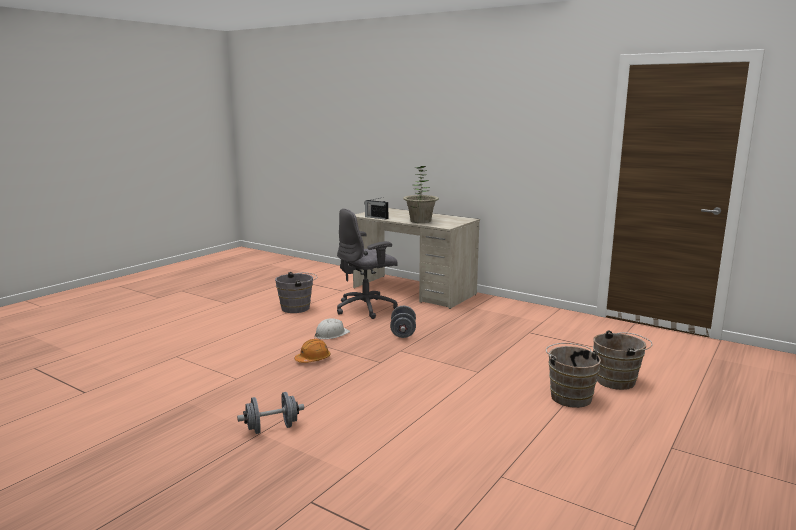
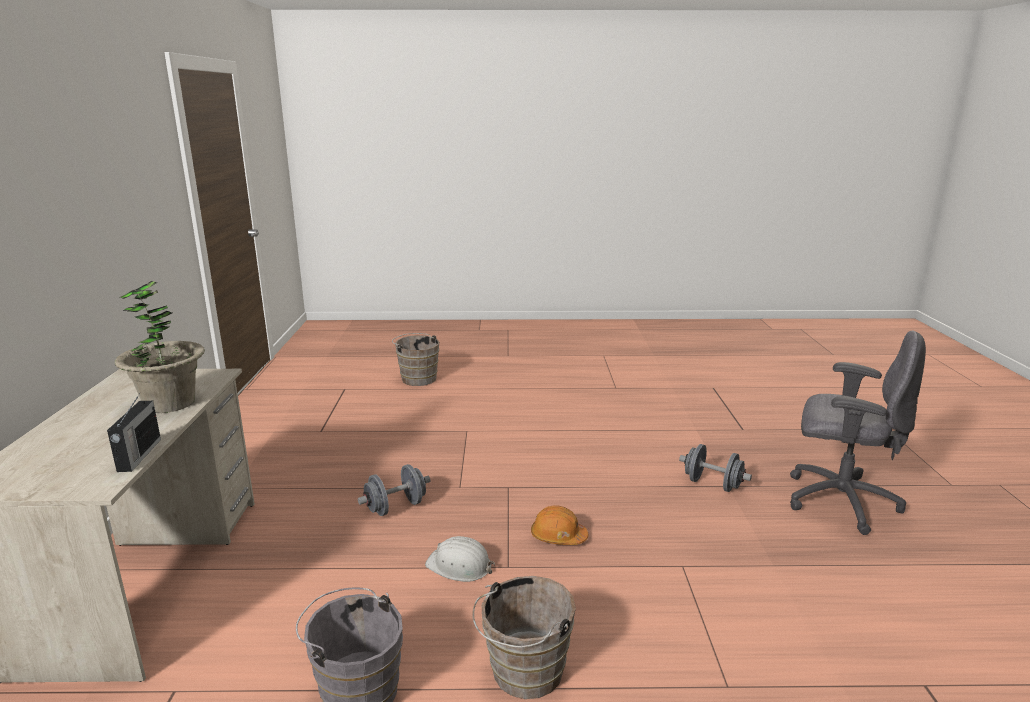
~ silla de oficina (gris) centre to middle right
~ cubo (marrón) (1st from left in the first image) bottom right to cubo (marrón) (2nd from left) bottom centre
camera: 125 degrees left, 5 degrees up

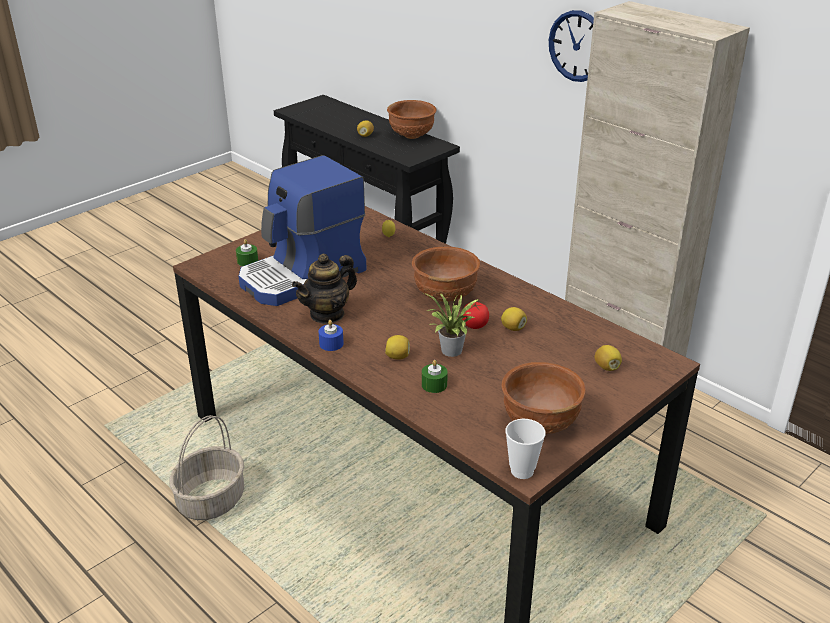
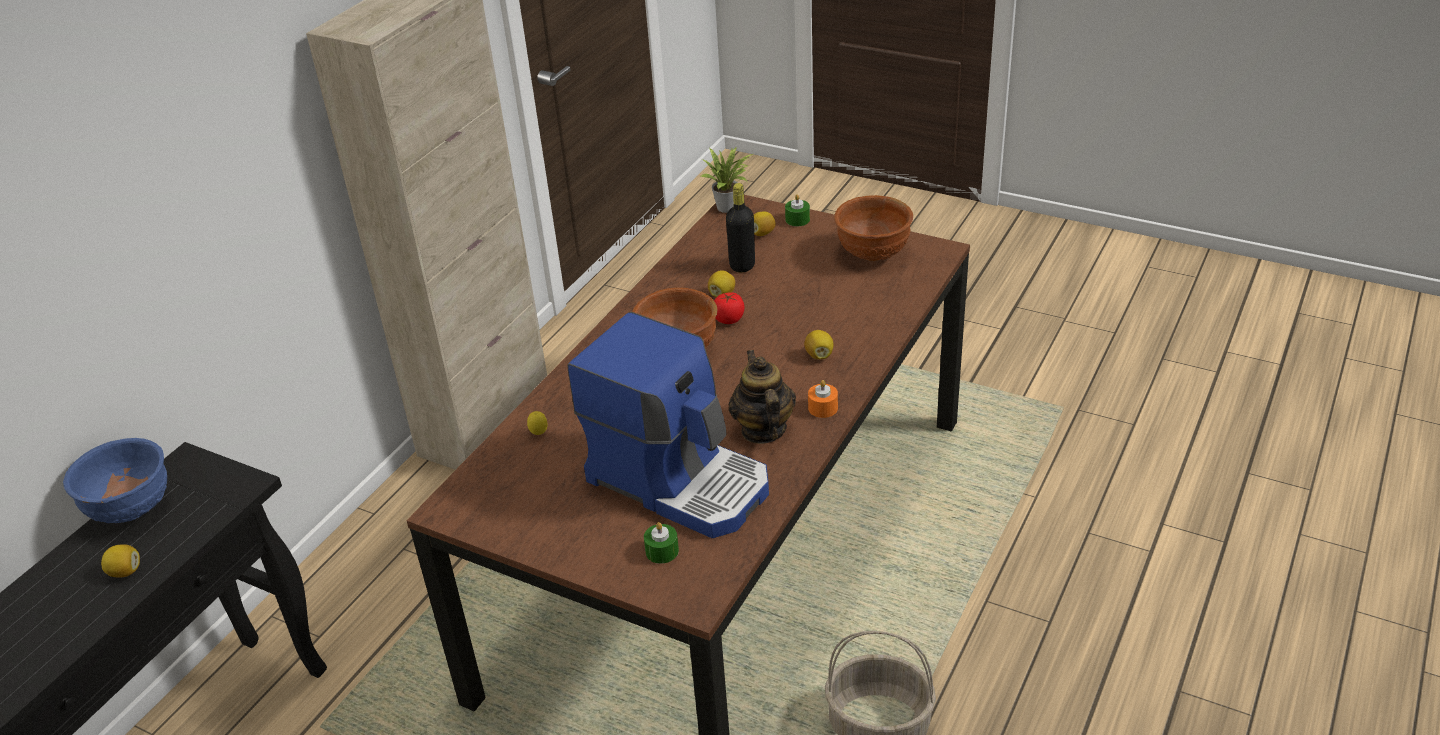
~ tetera centre = centre 135 degrees counterclockwise
~ vela (azul) centre to vela (naranja) centre
~ cuenco (marrón) (1st from left) top centre to cuenco (azul) middle left
~ vela (verde) (2nd from left) centre to top centre
~ planta en maceta centre to top centre
- taza bottom centre
- reloj de pared top right
+ botella (negro) top centre
camera: 105 degrees left, 5 degrees up

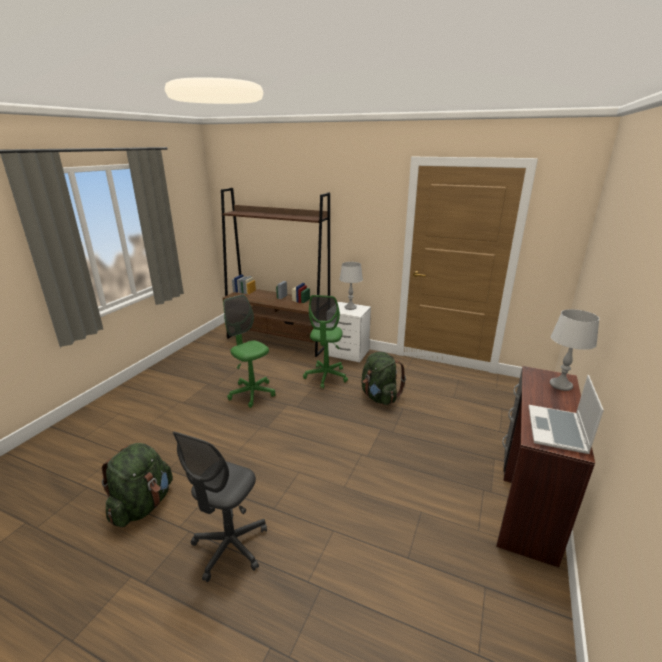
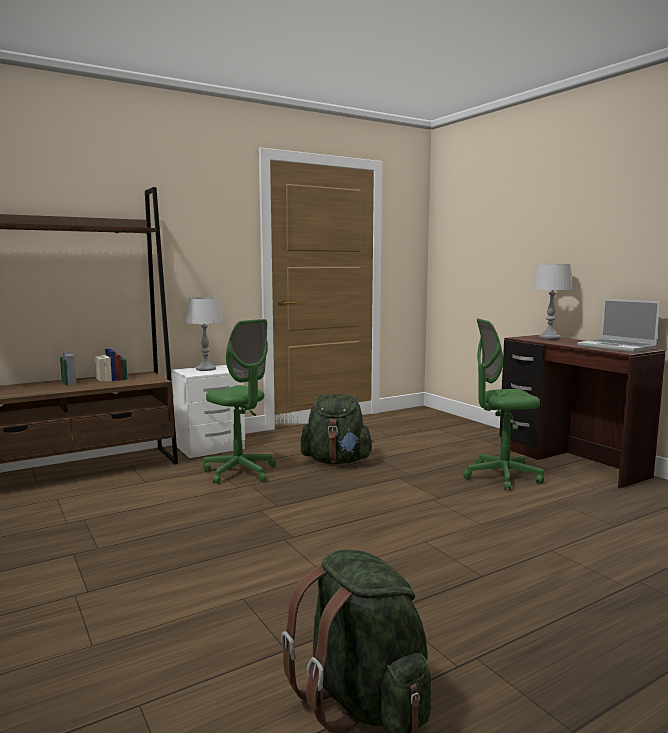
- silla de oficina (gris) bottom left
~ silla de oficina (verde) (1st from left in the first image) centre to silla de oficina (verde) (2nd from left) middle right
camera: 55 degrees left, 15 degrees down

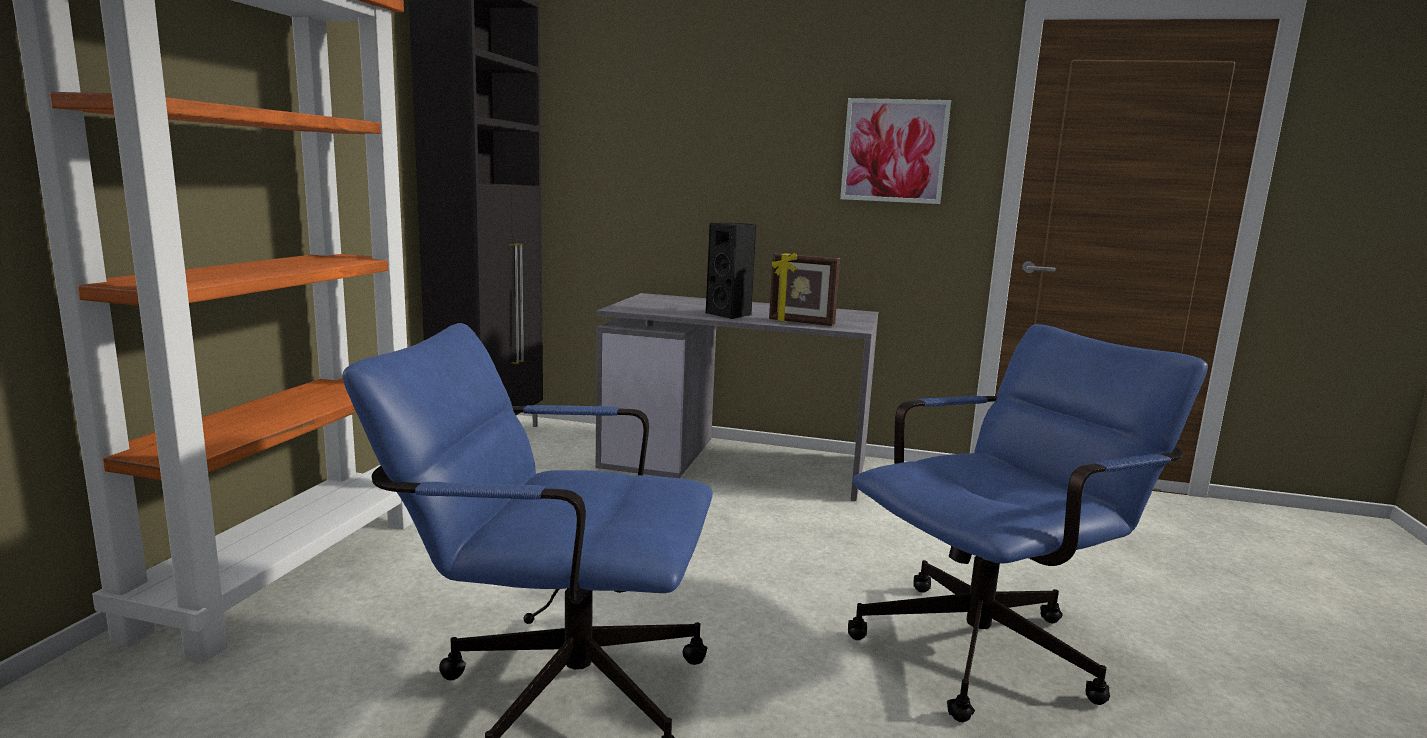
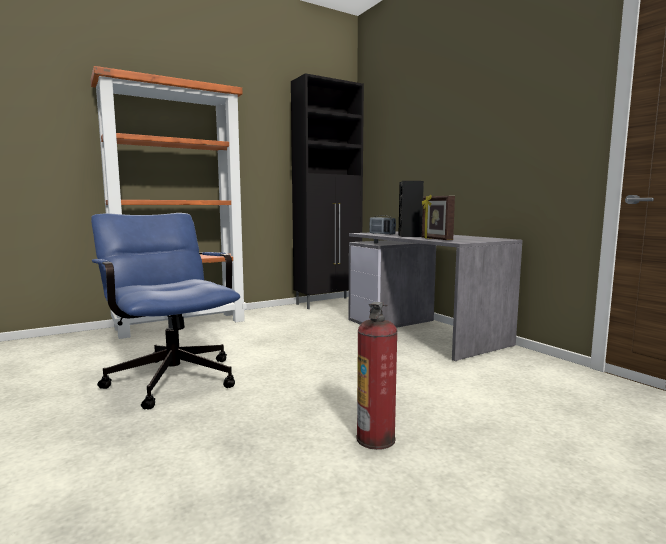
- cuadro top centre
~ silla de oficina (azul) (2nd from left) bottom right to extintor bottom centre
+ radio centre
camera: 45 degrees right, 5 degrees down

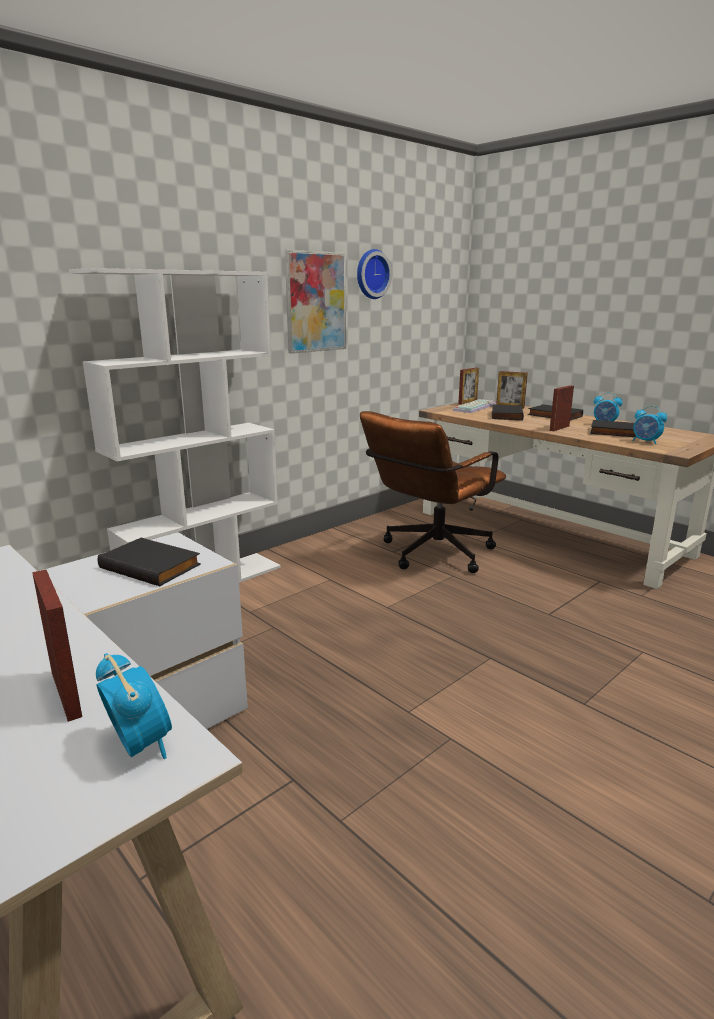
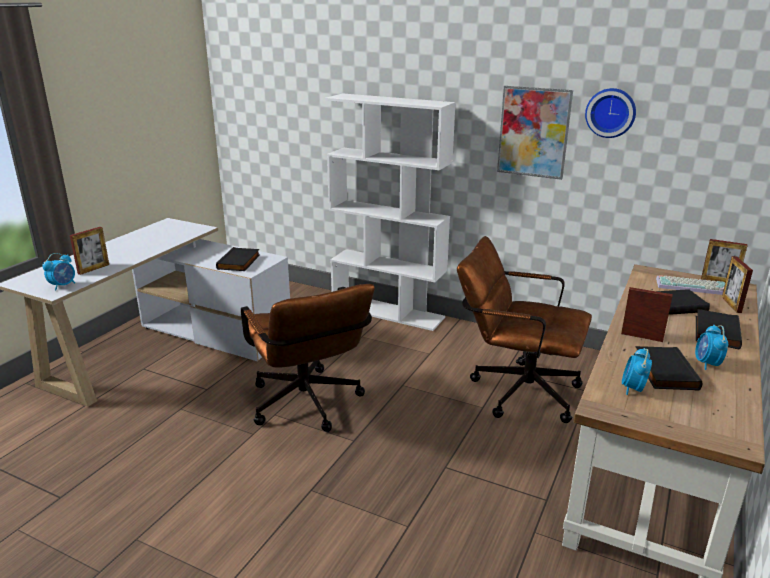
+ silla de oficina (marrón) (1st from left) centre
camera: 70 degrees right, 5 degrees up

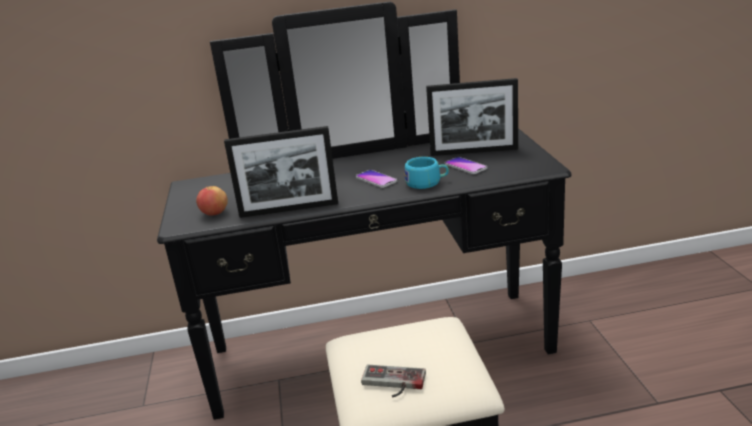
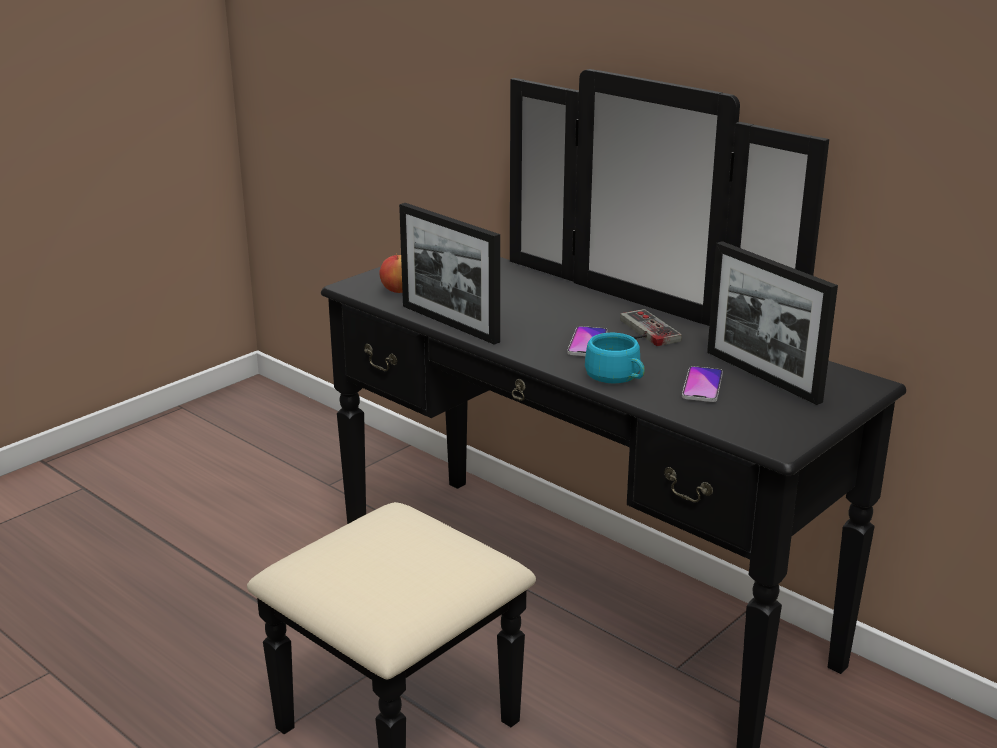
~ mando de consola bottom centre to centre
camera: 50 degrees right, 0 degrees up

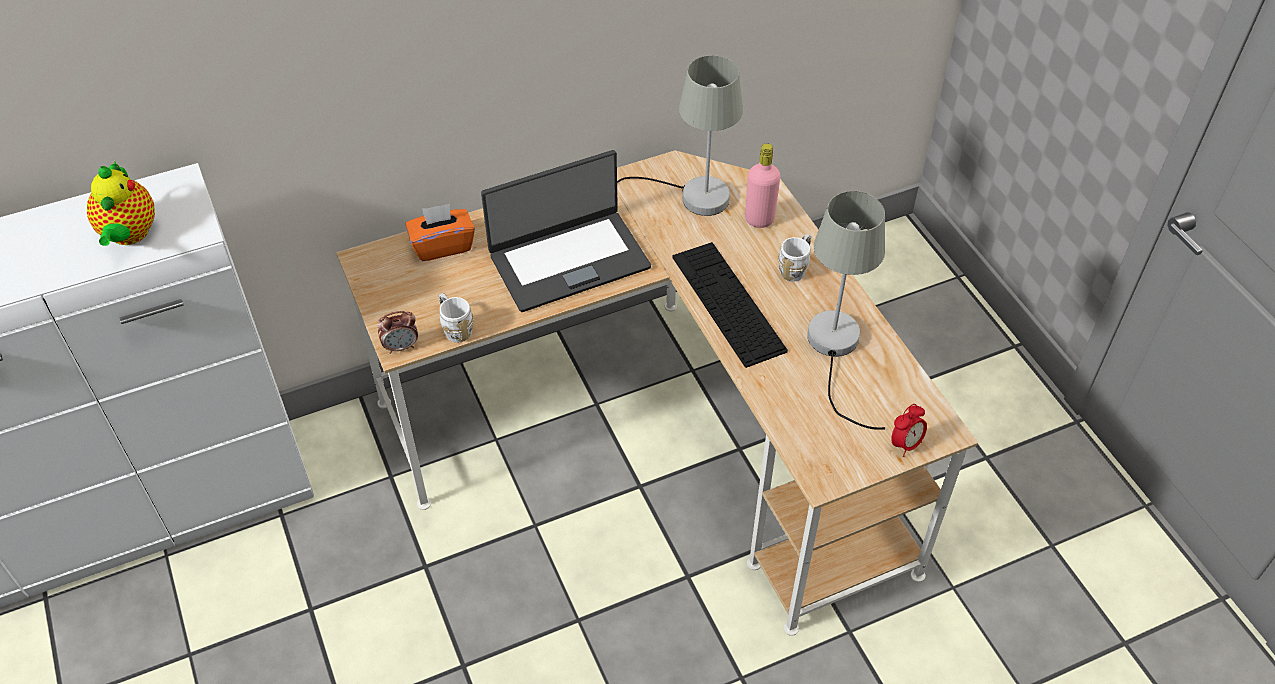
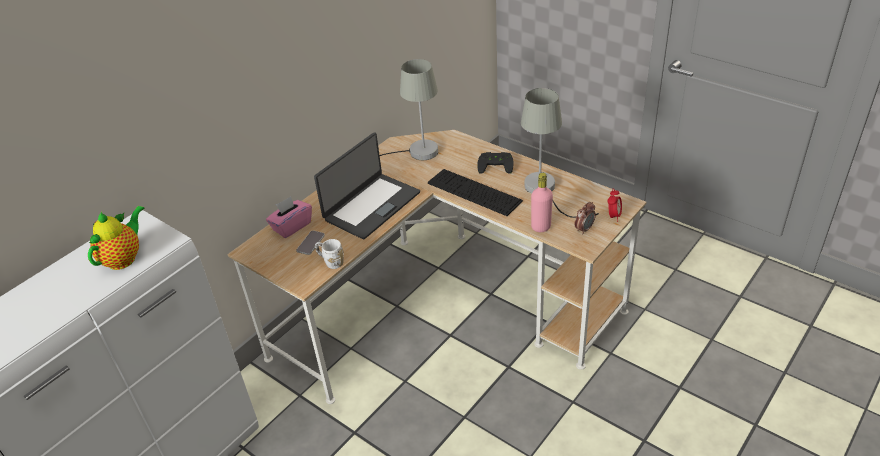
~ tetera top left = middle left 120 degrees counterclockwise
~ despertador (1st from left) middle left to centre
~ caja de pañuelos (naranja) centre to caja de pañuelos (rosa) middle left
~ botella (rosa) top centre to centre
~ taza grande (blanco) (2nd from left) centre to mando de consola (negro) centre
+ móvil centre
camera: 25 degrees left, 10 degrees down

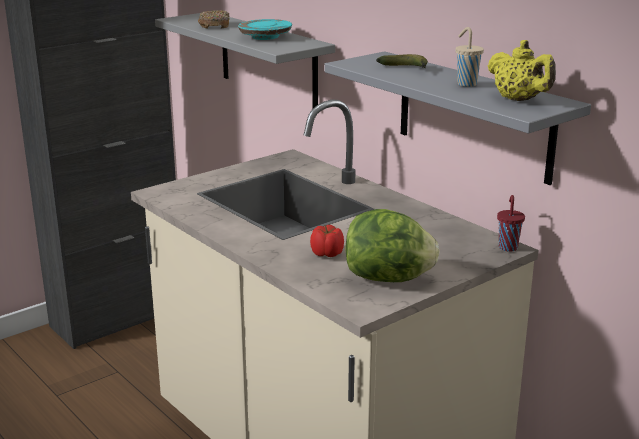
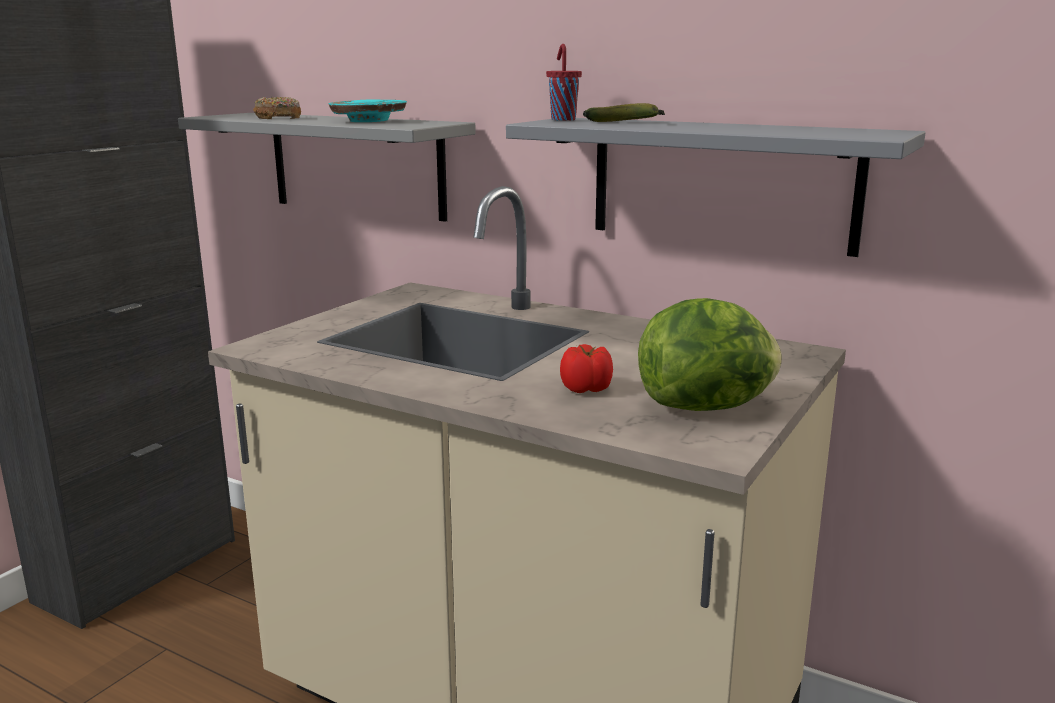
- taza (beis) top right
- tetera (amarillo) top right
~ taza (rojo) middle right to top centre
camera: 20 degrees left, 5 degrees down

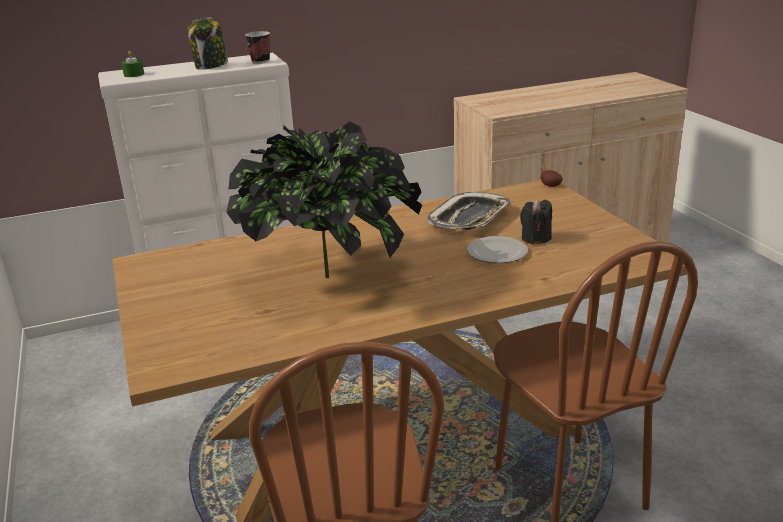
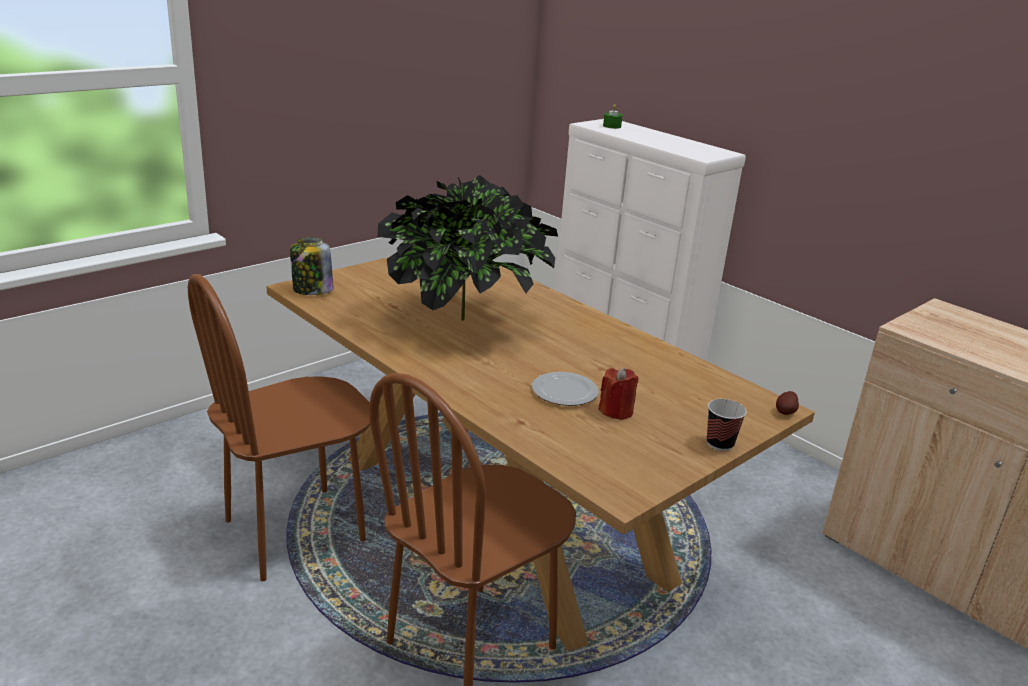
~ tarro top left to middle left
~ taza top left to middle right
- bandeja centre
~ vela (negro) middle right to vela (rojo) centre
camera: 65 degrees right, 0 degrees up

